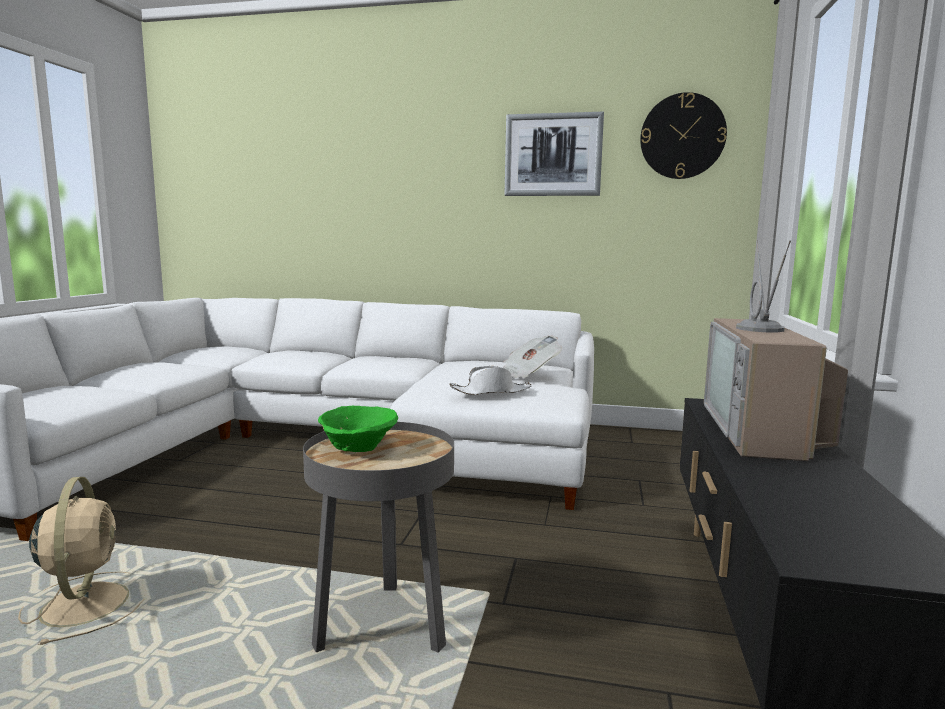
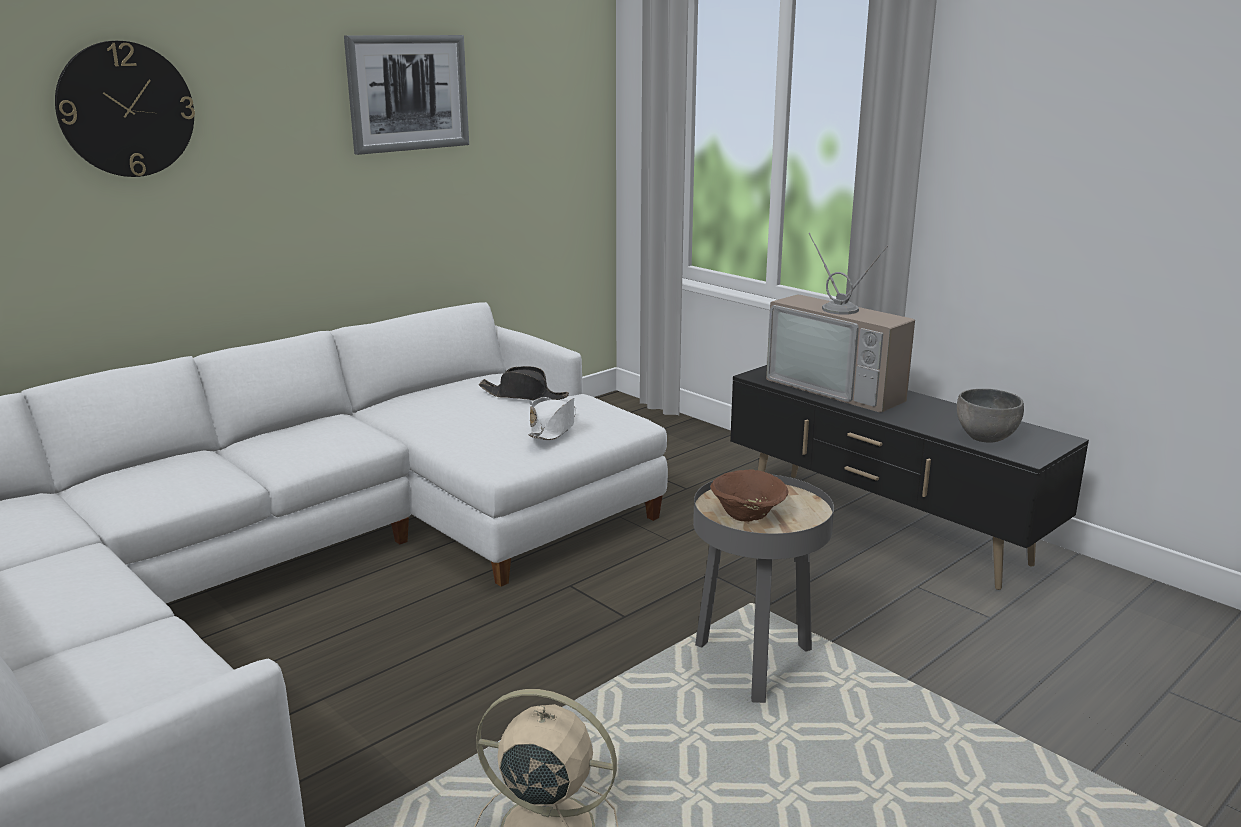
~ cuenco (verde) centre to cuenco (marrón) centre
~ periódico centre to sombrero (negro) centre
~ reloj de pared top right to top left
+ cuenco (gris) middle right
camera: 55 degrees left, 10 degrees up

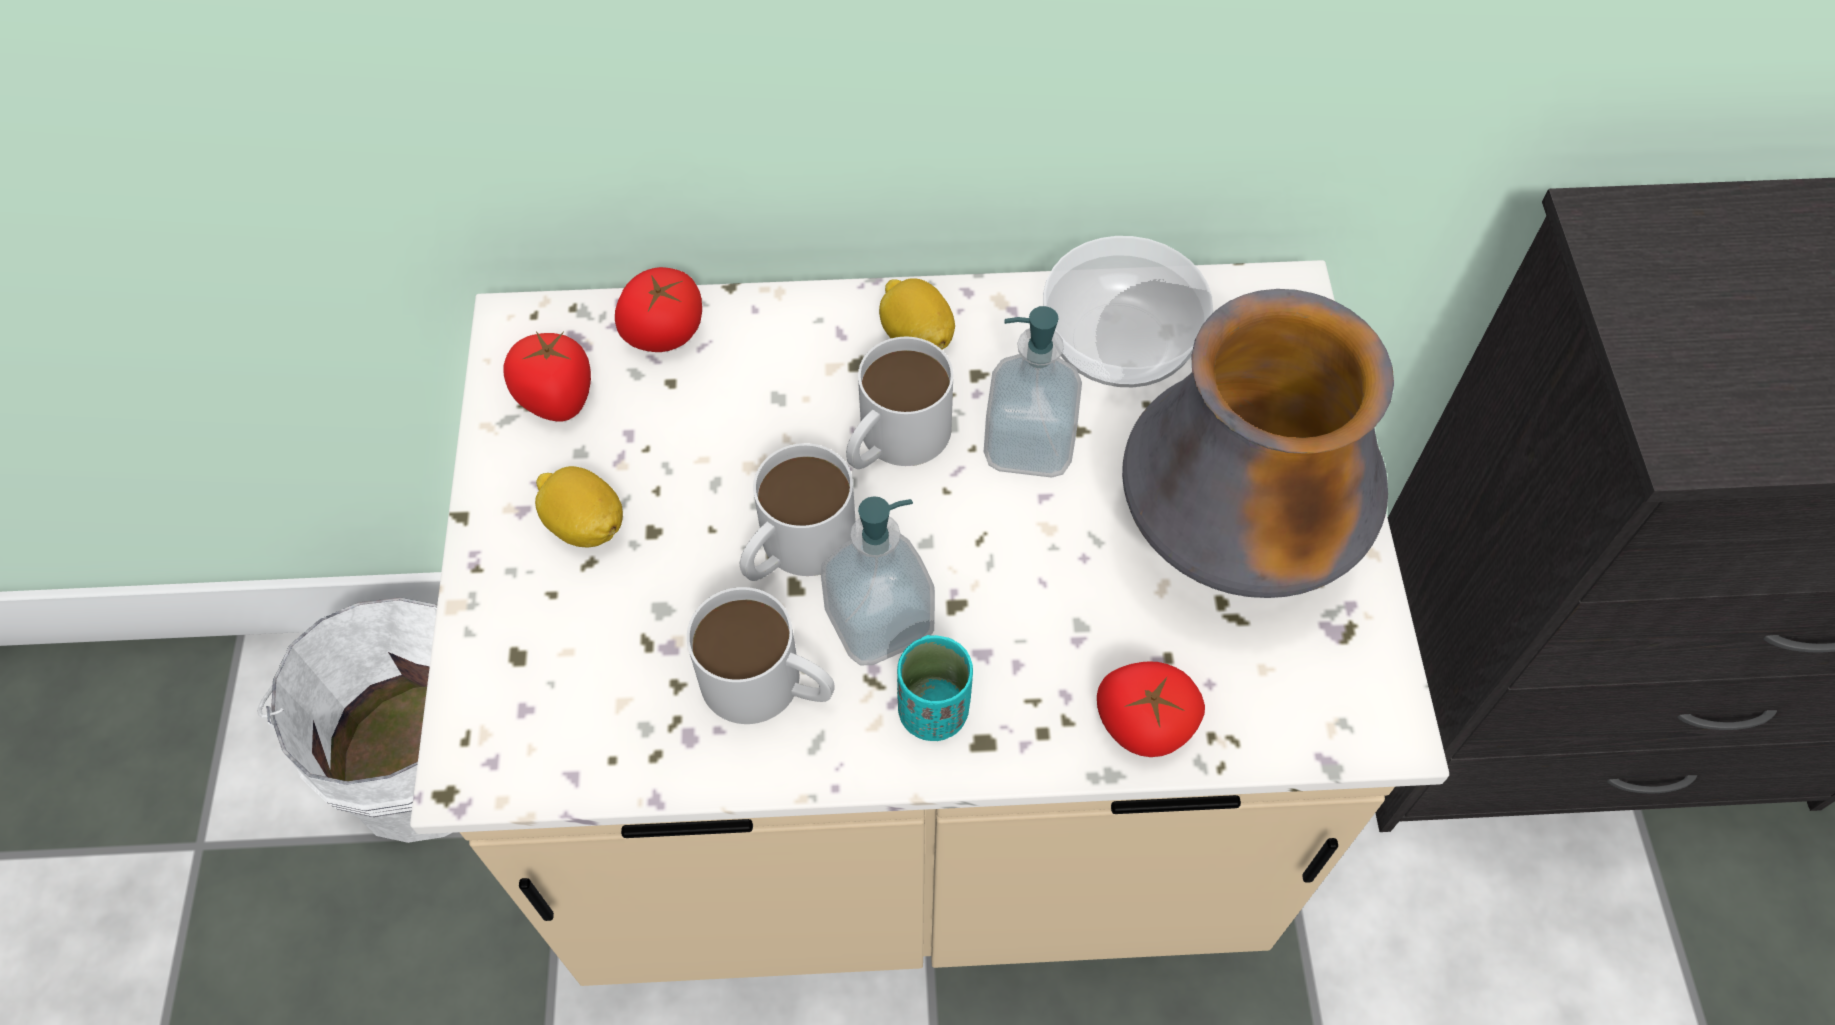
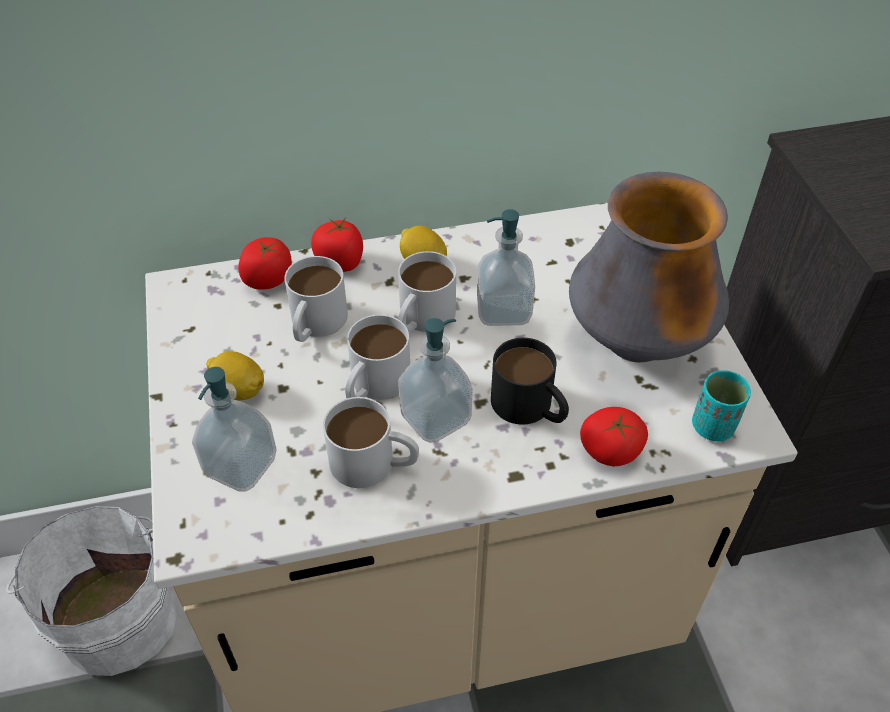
~ tomate (1st from left in the first image) middle left to tomate (2nd from left) centre
~ taza (turquesa) bottom centre to middle right
- cuenco top centre
+ dispensador de jabón (1st from left) middle left
+ taza grande (blanco) (1st from left) centre
+ taza grande (negro) centre
camera: 10 degrees left, 10 degrees down

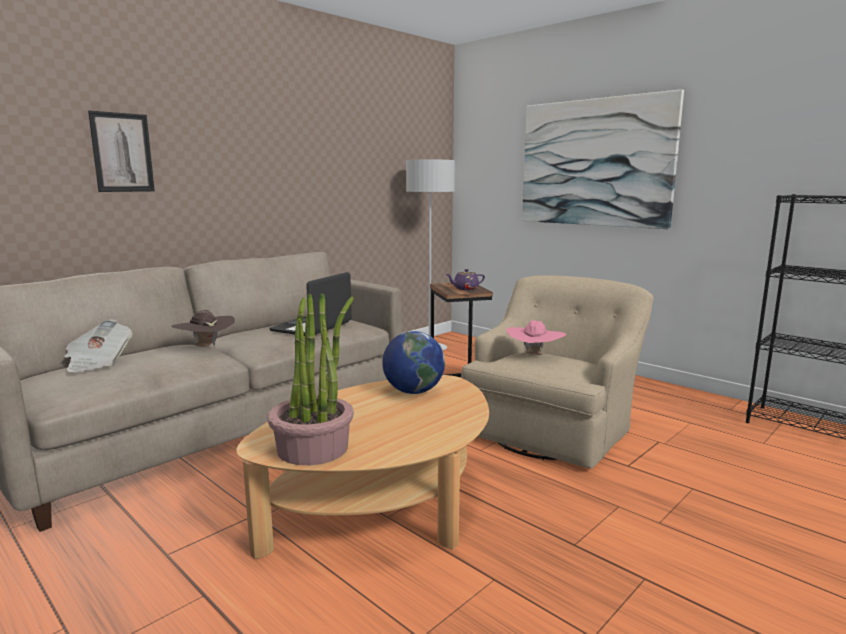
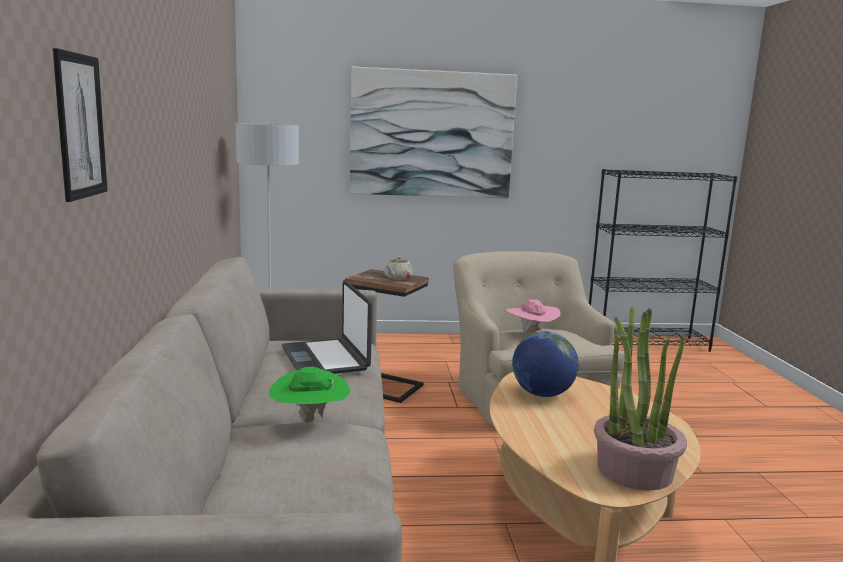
- periódico middle left
~ sombrero (marrón) middle left to sombrero (verde) bottom centre
~ tetera (morado) centre to tetera (beis) centre
camera: 50 degrees left, 0 degrees up

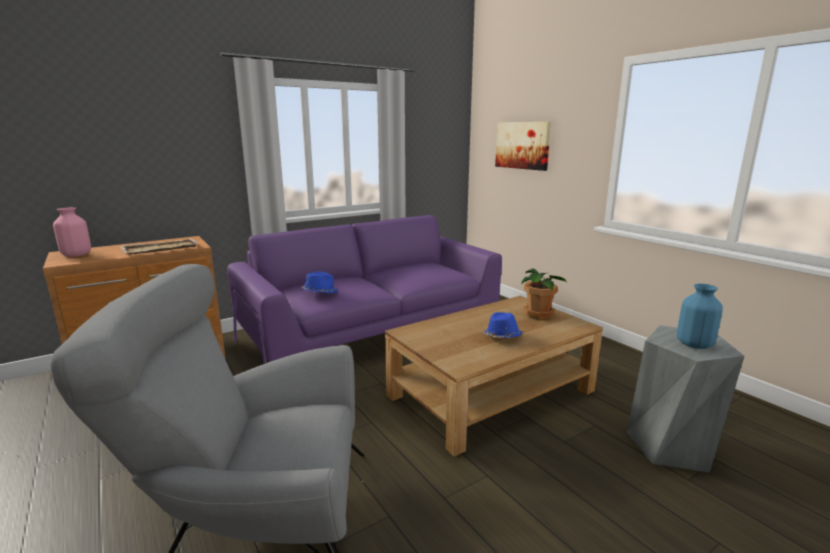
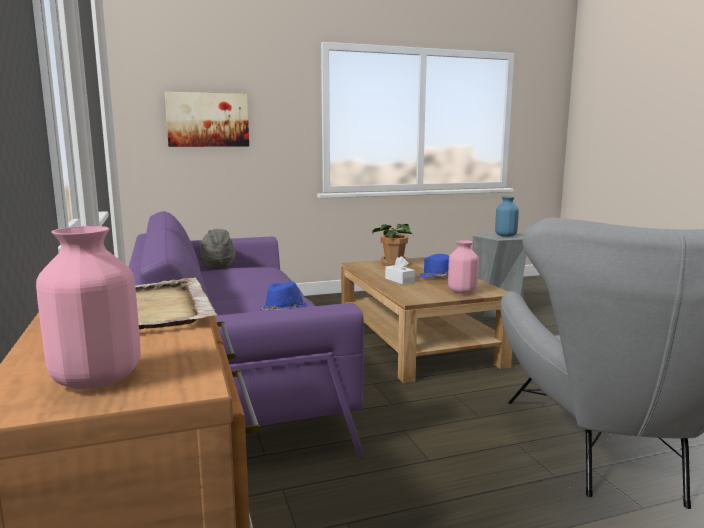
+ sombrero (gris) middle left
+ caja de pañuelos (blanco) centre
+ florero (rosa) (2nd from left) centre
camera: 75 degrees left, 5 degrees down

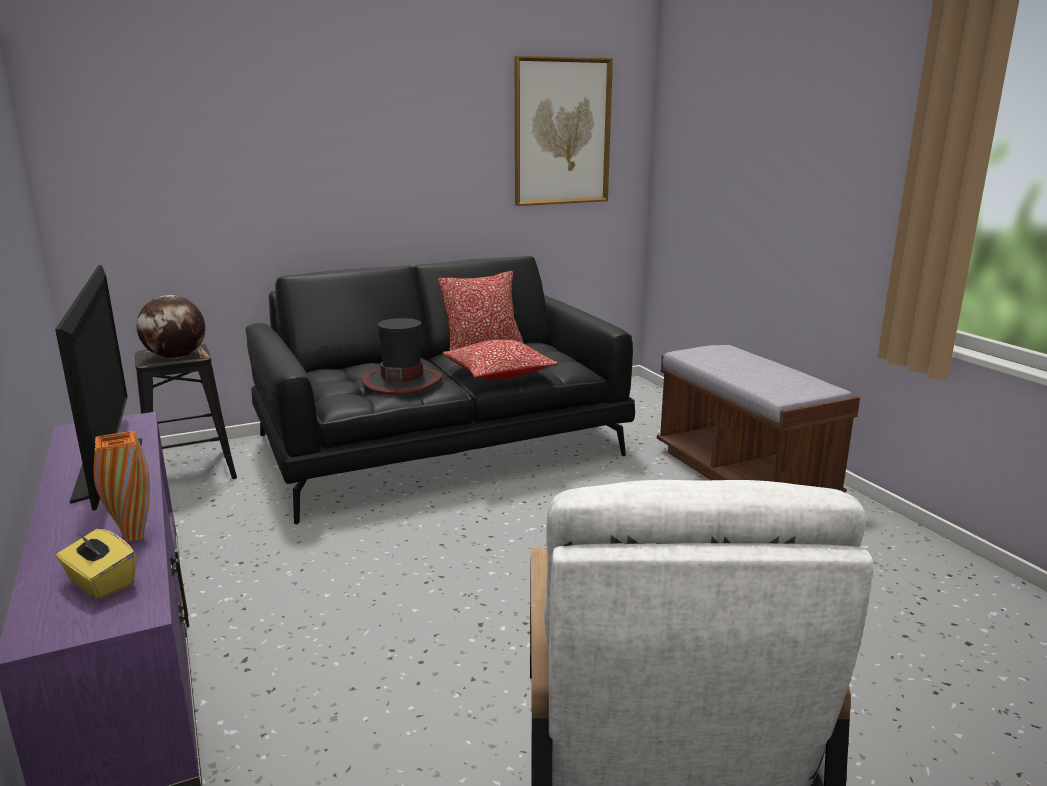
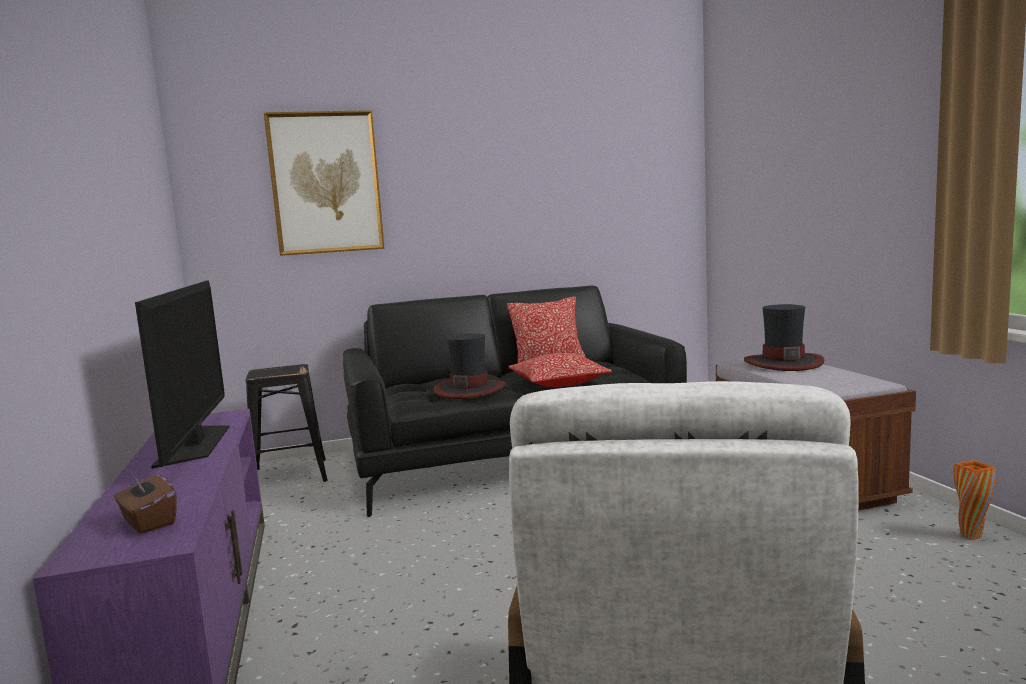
~ caja de pañuelos (amarillo) bottom left to caja de pañuelos (marrón) bottom left
~ florero (naranja) middle left to bottom right
- globo terráqueo middle left
~ cuadro top centre to top left
+ sombrero (2nd from left) middle right
camera: 10 degrees right, 10 degrees down

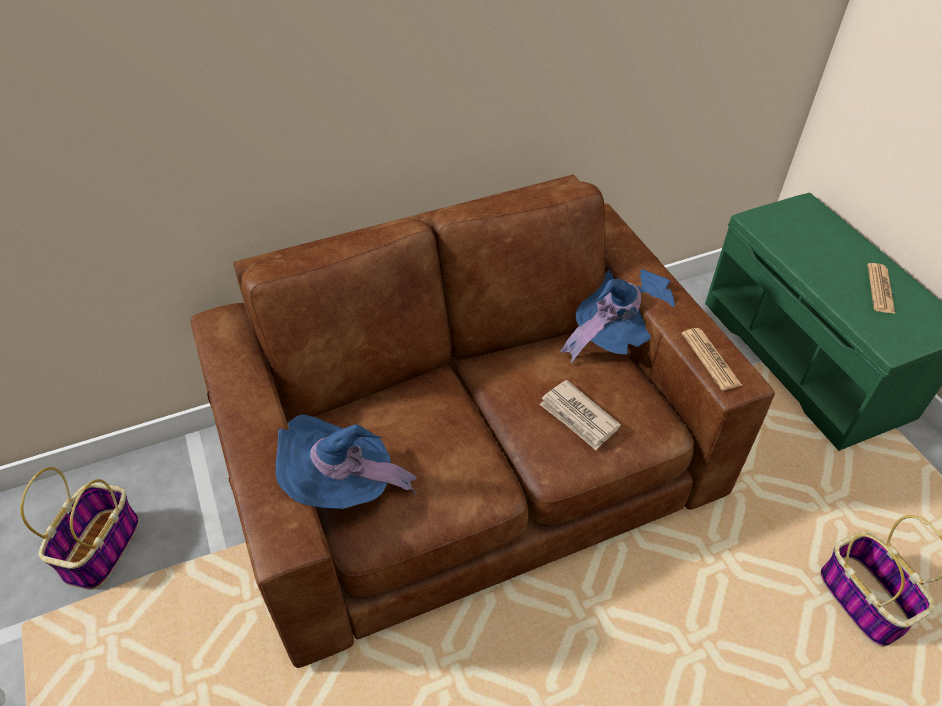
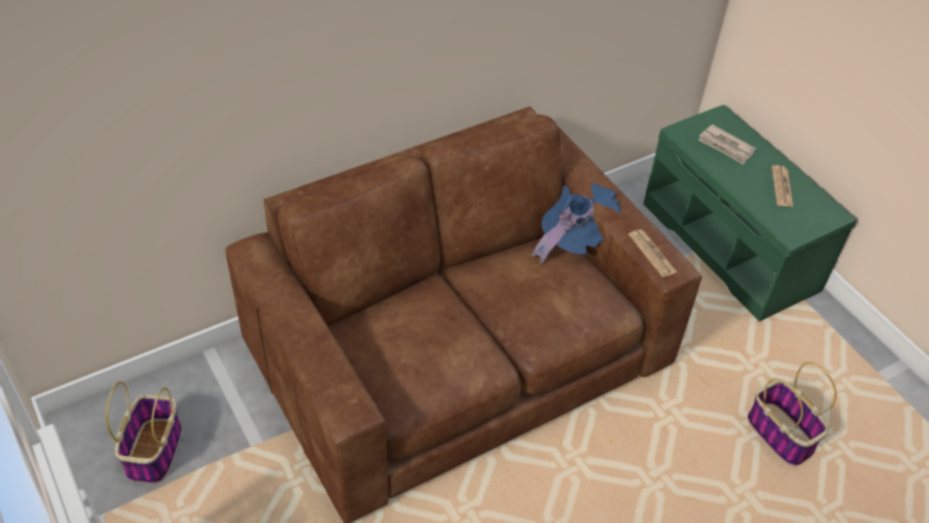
- sombrero (azul) (1st from left) centre
~ periódico (1st from left in the first image) centre to periódico (2nd from left) top right
camera: 10 degrees left, 0 degrees up

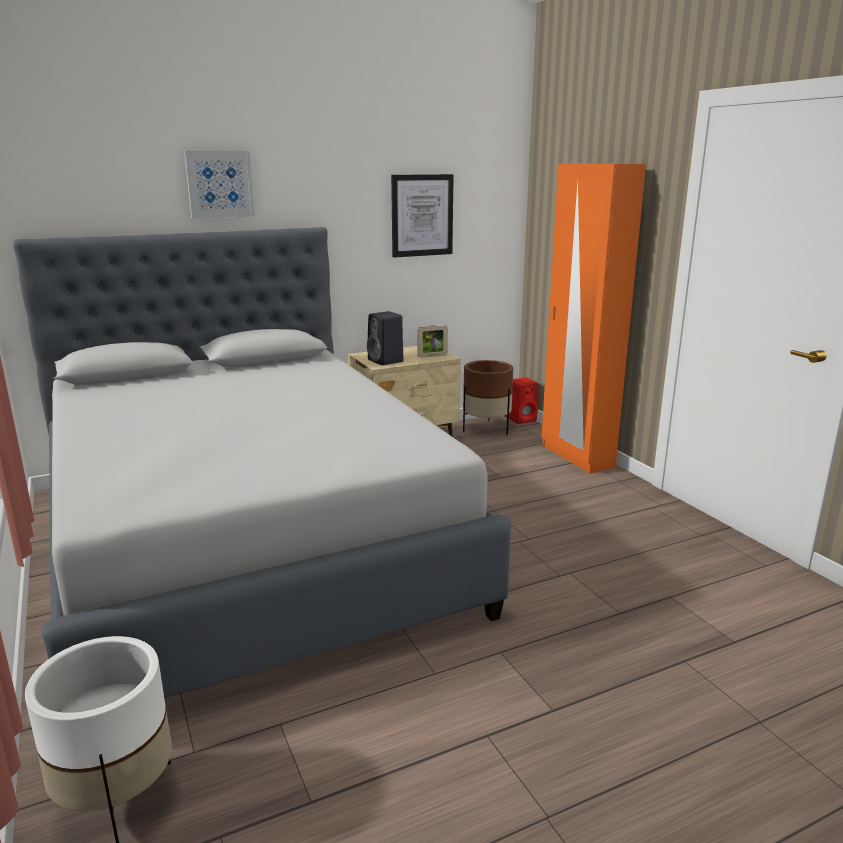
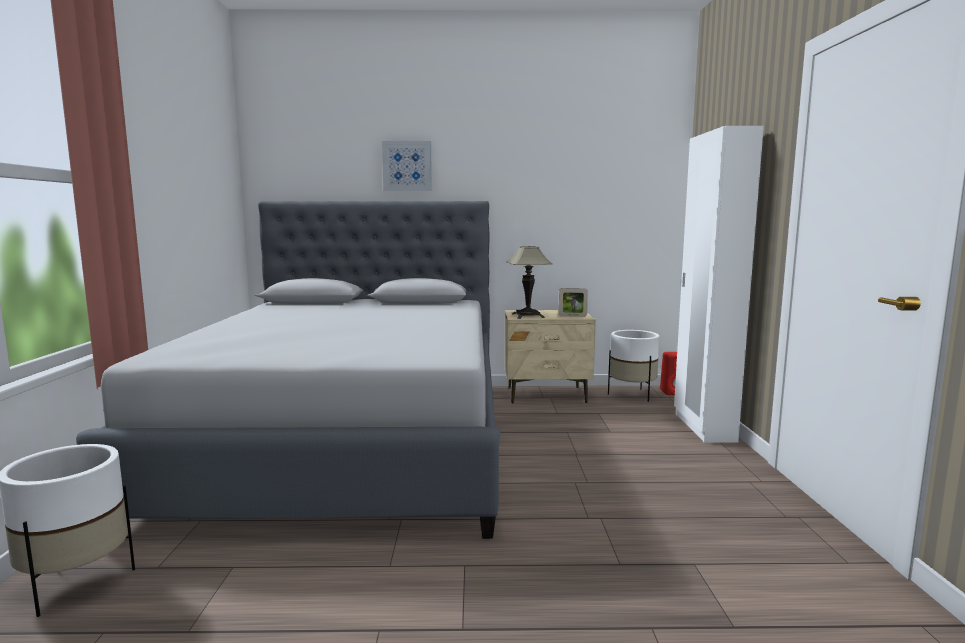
~ altavoz (negro) centre to lámpara de mesa centre
- cuadro (2nd from left) top centre
~ maceta (marrón) centre to maceta (blanco) (2nd from left) centre
~ armario ropero (naranja) middle right to armario ropero (blanco) middle right
camera: 25 degrees right, 10 degrees down

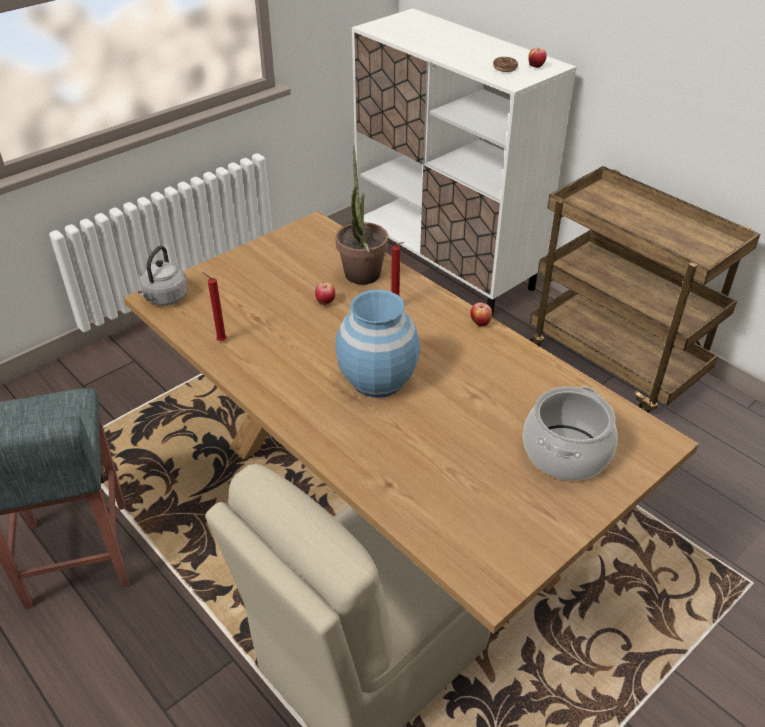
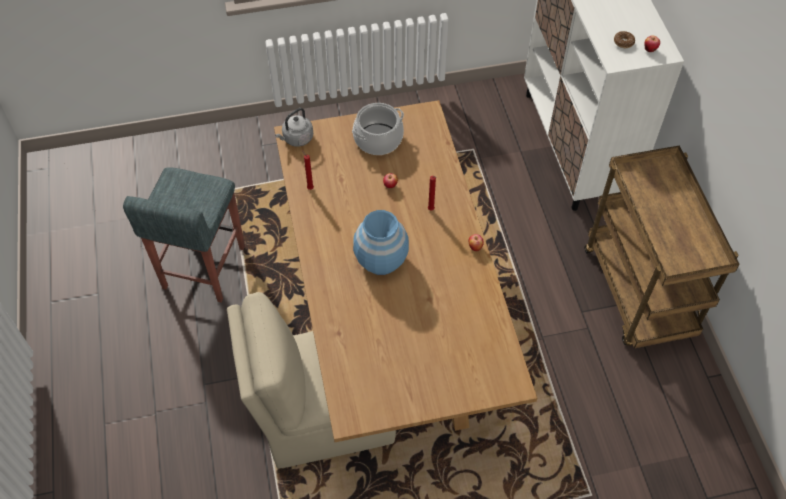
- planta en maceta top centre
~ olla middle right to top centre
camera: 30 degrees right, 15 degrees up

